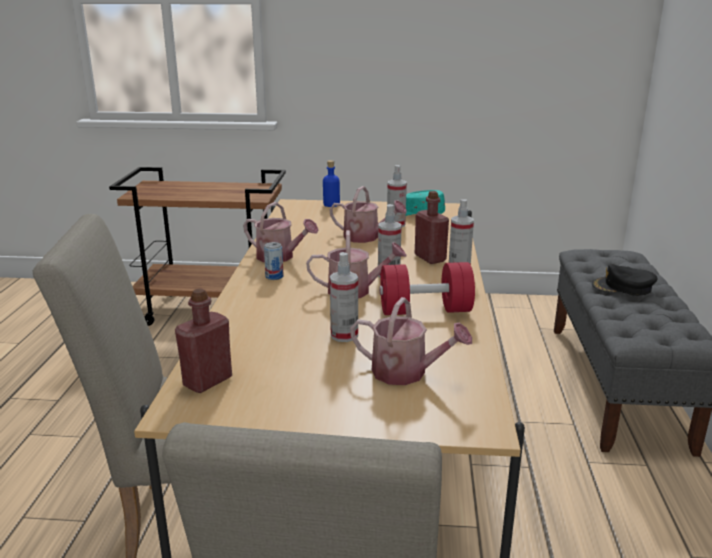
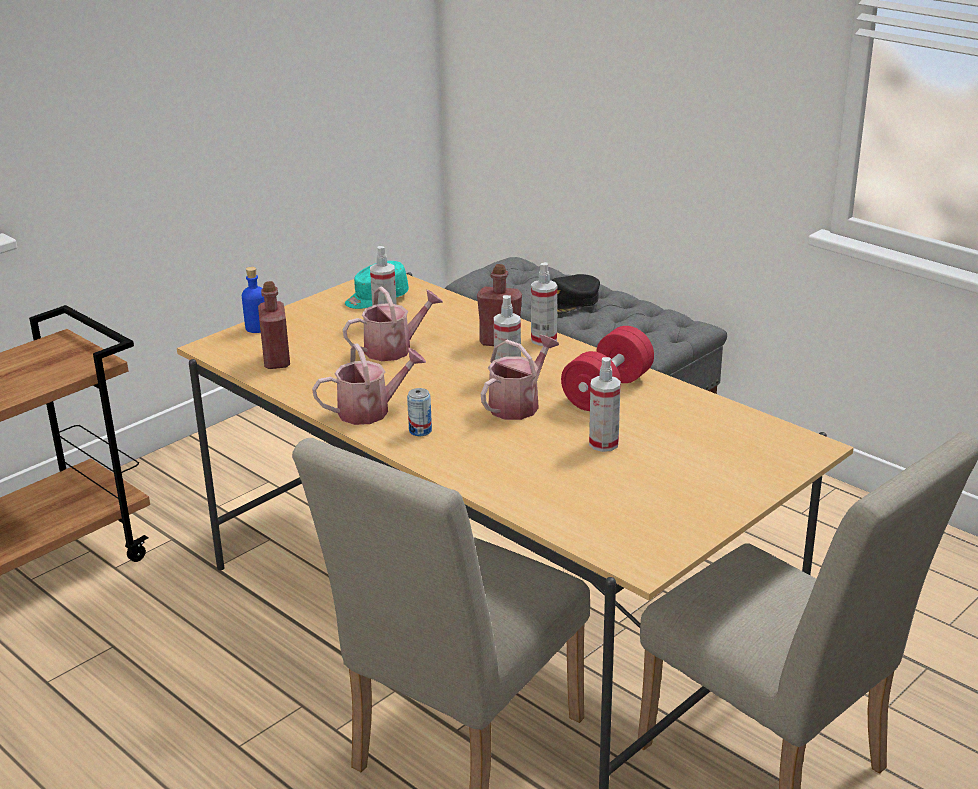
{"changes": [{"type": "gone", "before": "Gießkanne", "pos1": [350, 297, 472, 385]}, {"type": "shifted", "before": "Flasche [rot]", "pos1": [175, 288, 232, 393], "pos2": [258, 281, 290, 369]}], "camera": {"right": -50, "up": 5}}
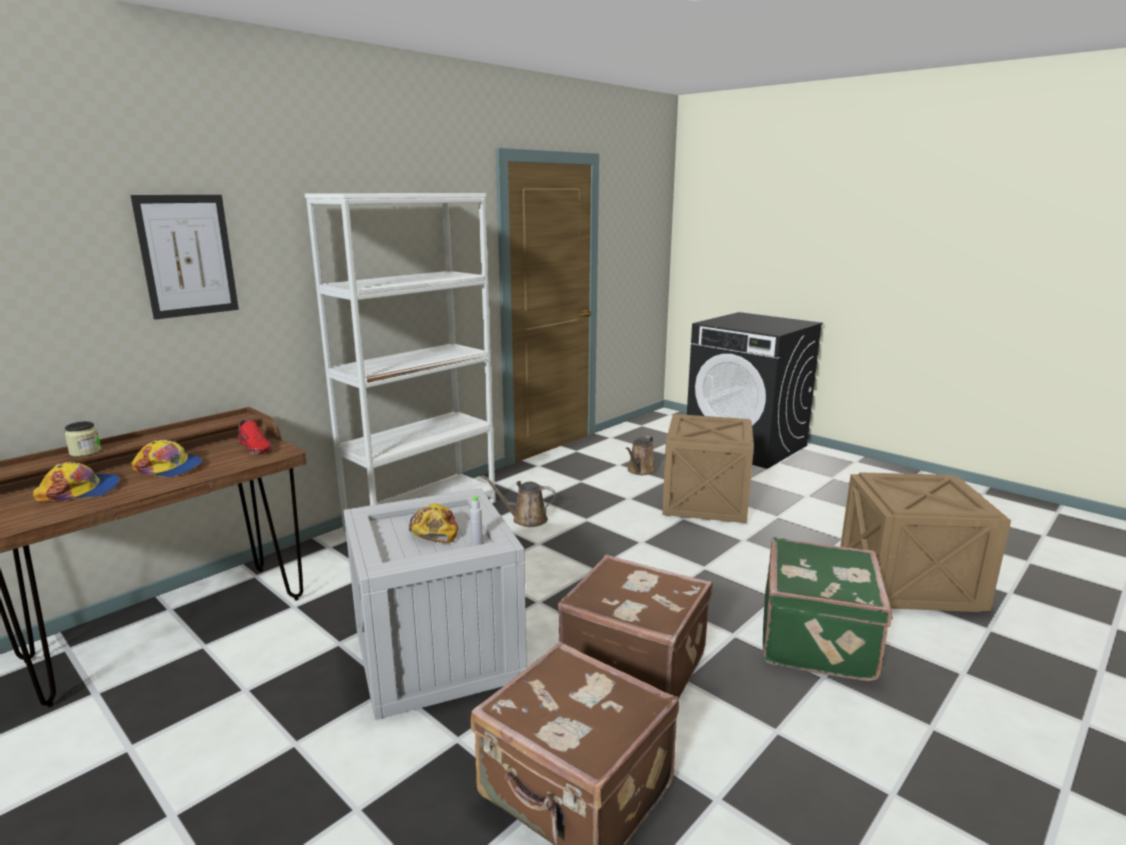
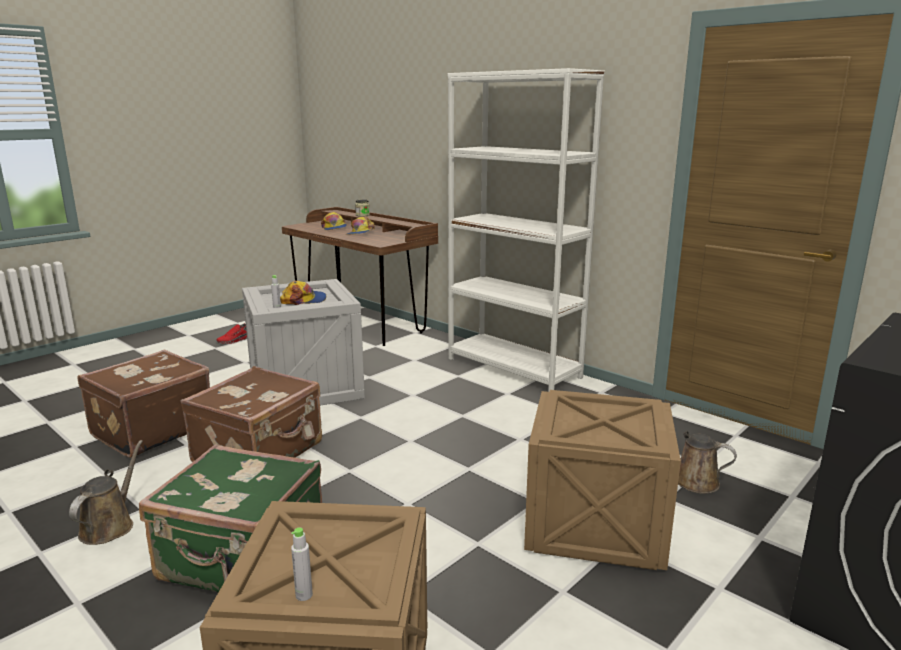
{"changes": [{"type": "gone", "before": "Bild", "pos1": [130, 195, 239, 320]}, {"type": "new", "after": "Flasche [grau]", "pos2": [291, 527, 313, 601]}, {"type": "shifted", "before": "Schuh [rot]", "pos1": [238, 420, 273, 454], "pos2": [216, 323, 247, 344]}, {"type": "shifted", "before": "Gießkanne [braun]", "pos1": [482, 475, 556, 527], "pos2": [69, 440, 143, 545]}], "camera": {"right": 90, "up": 0}}
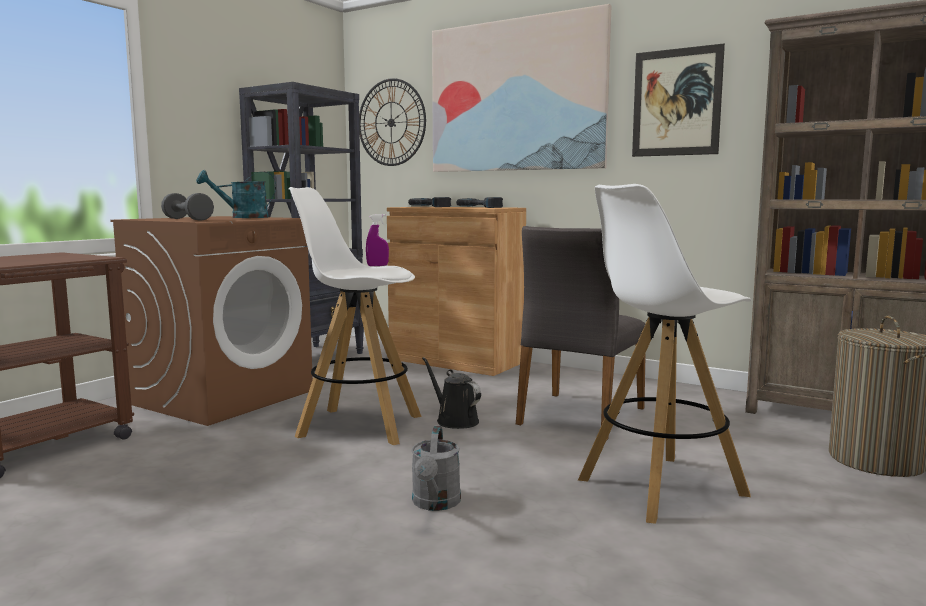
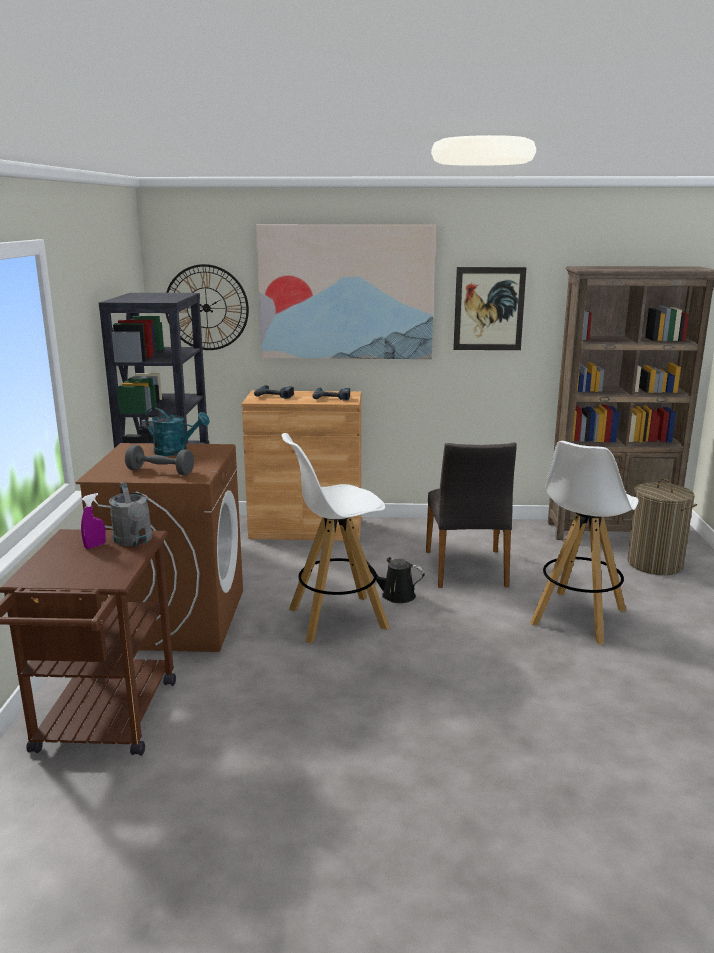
{"changes": [{"type": "shifted", "before": "Sprühflasche [lila]", "pos1": [366, 214, 389, 266], "pos2": [81, 493, 106, 549]}, {"type": "shifted", "before": "Gießkanne [grau]", "pos1": [411, 426, 461, 511], "pos2": [109, 482, 152, 546]}, {"type": "rotated", "before": "Gießkanne [türkis]", "pos1": [196, 170, 276, 218], "pos2": [145, 408, 210, 456], "turn": -105}], "camera": {"right": -30, "up": 10}}
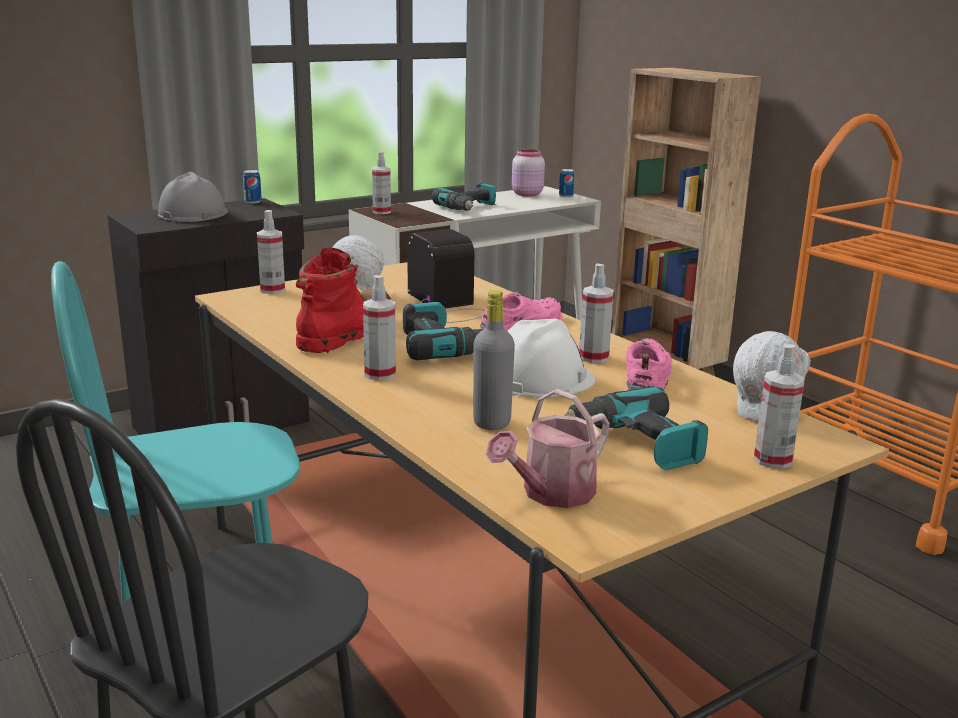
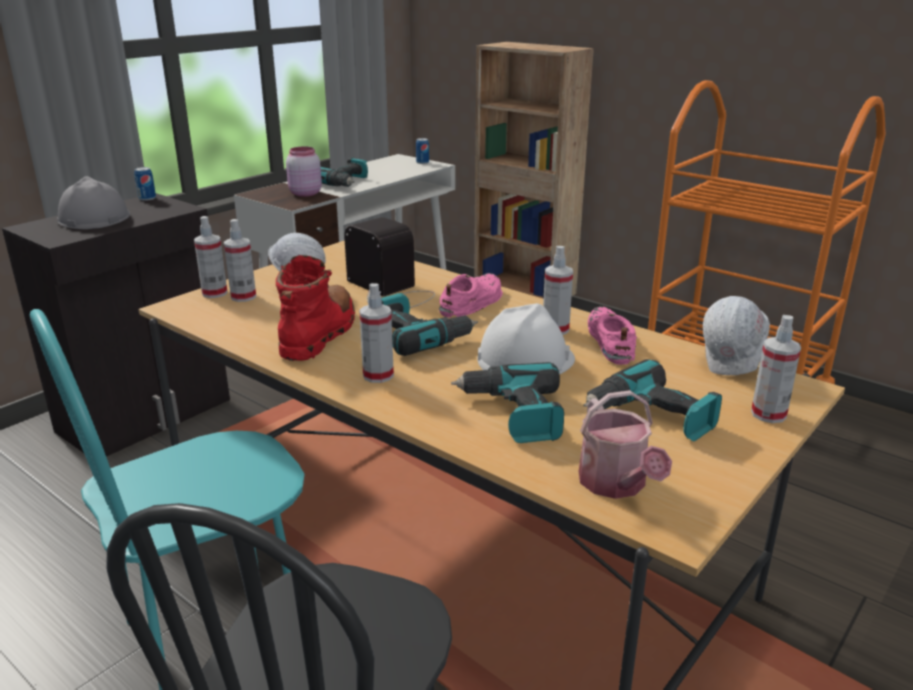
{"changes": [{"type": "shifted", "before": "Sprühflasche", "pos1": [372, 152, 391, 214], "pos2": [224, 219, 256, 302]}, {"type": "shifted", "before": "Vorratsglas [rosa]", "pos1": [512, 149, 545, 196], "pos2": [286, 147, 322, 197]}, {"type": "swapped", "before": "Flasche [grau]", "after": "Bohrmaschine", "pos1": [473, 290, 515, 430], "pos2": [451, 362, 564, 443]}, {"type": "rotated", "before": "Gießkanne", "pos1": [486, 389, 610, 508], "pos2": [579, 390, 672, 499], "turn": -45}], "camera": {"right": -15, "up": 5}}
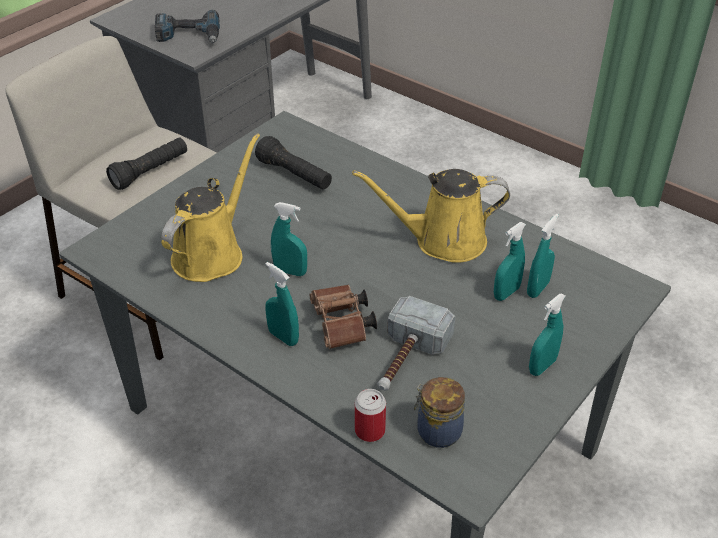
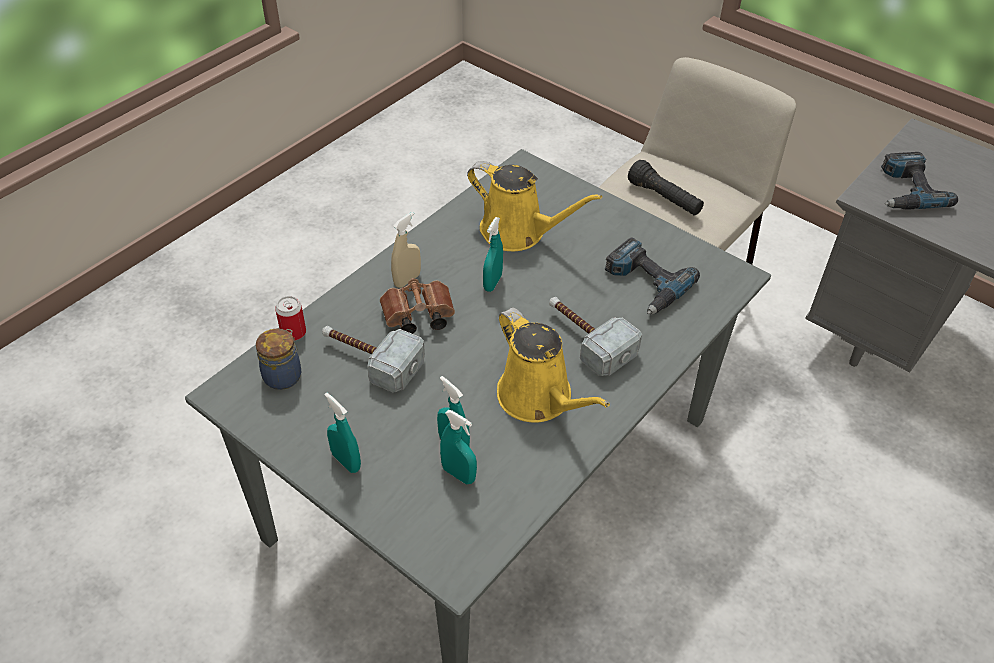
{"changes": [{"type": "new", "after": "Hammer", "pos2": [549, 297, 642, 376]}, {"type": "swapped", "before": "Taschenlampe [schwarz]", "after": "Bohrmaschine", "pos1": [255, 136, 332, 190], "pos2": [604, 237, 700, 315]}, {"type": "repainted", "before": "Sprühflasche [türkis]", "after": "Sprühflasche [beige]", "pos1": [265, 262, 299, 346], "pos2": [391, 212, 421, 288]}, {"type": "rotated", "before": "Gießkanne [gelb]", "pos1": [352, 169, 510, 263], "pos2": [497, 308, 610, 423], "turn": 150}], "camera": {"right": 90, "up": 5}}
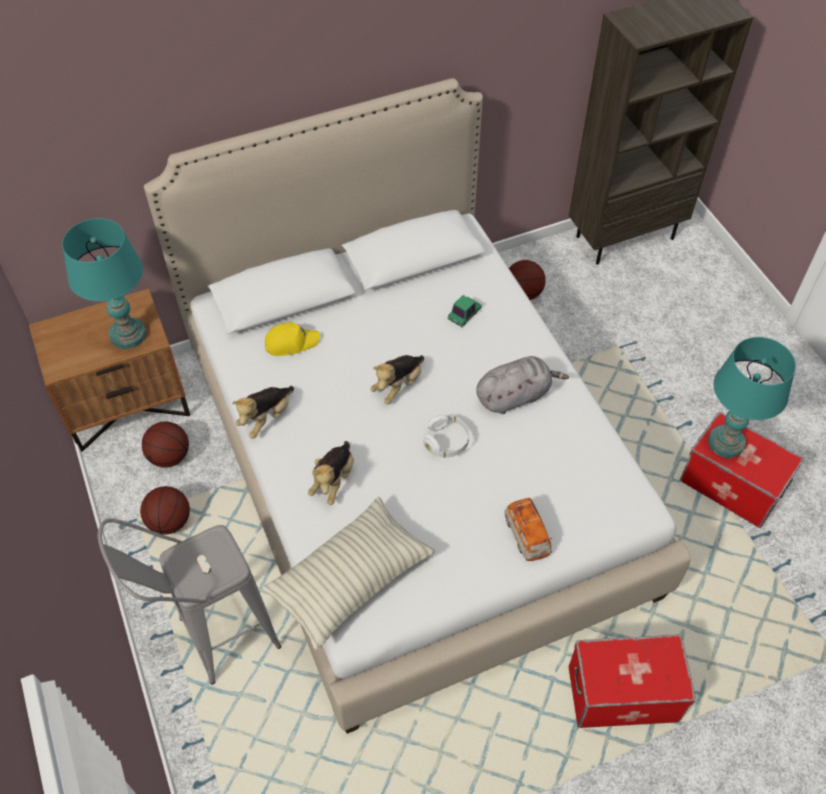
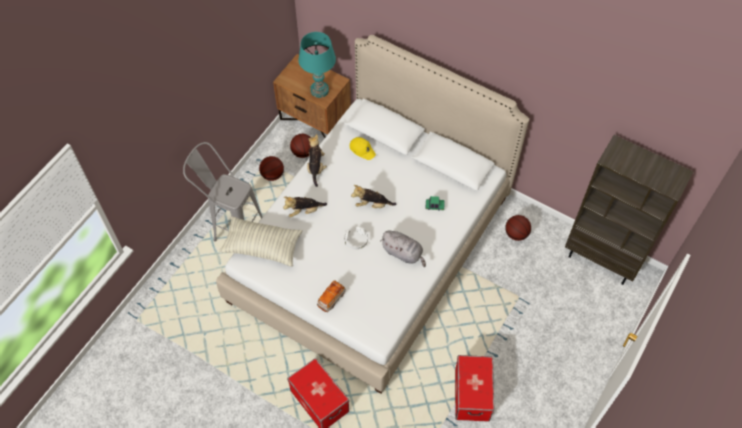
{"changes": [{"type": "gone", "before": "Tischlampe [türkis]", "pos1": [708, 337, 796, 458]}, {"type": "rotated", "before": "Plüschtier", "pos1": [232, 386, 294, 439], "pos2": [307, 134, 327, 187], "turn": 90}], "camera": {"right": 55, "up": 5}}
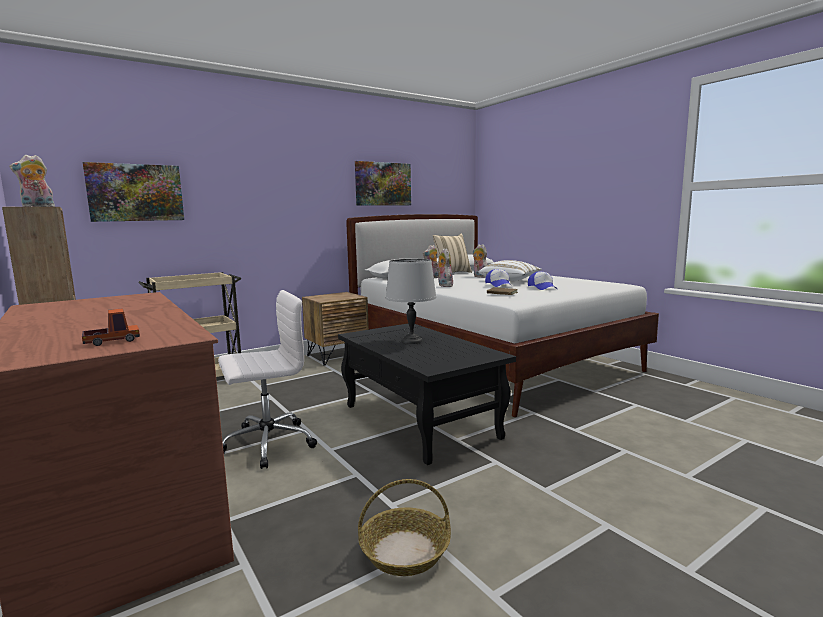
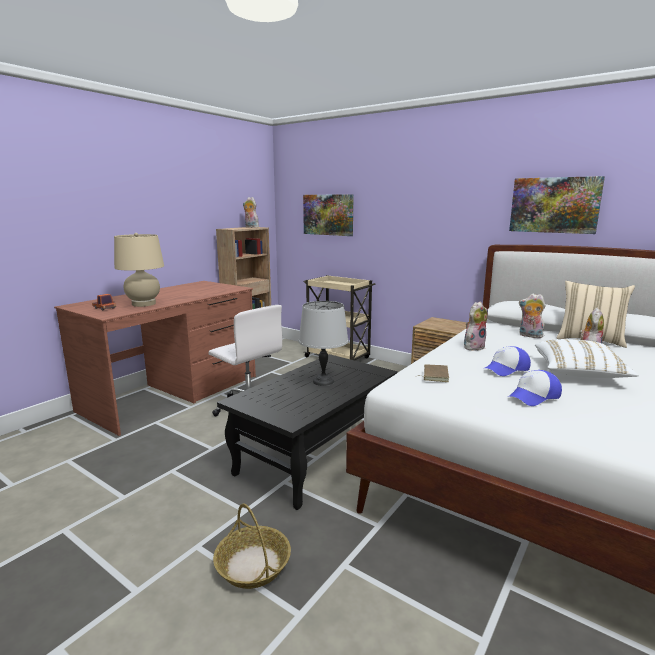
{"changes": [{"type": "new", "after": "Tischlampe [beige]", "pos2": [114, 233, 164, 307]}, {"type": "shifted", "before": "Korb", "pos1": [358, 479, 451, 576], "pos2": [213, 504, 291, 589]}], "camera": {"right": 70, "up": 5}}
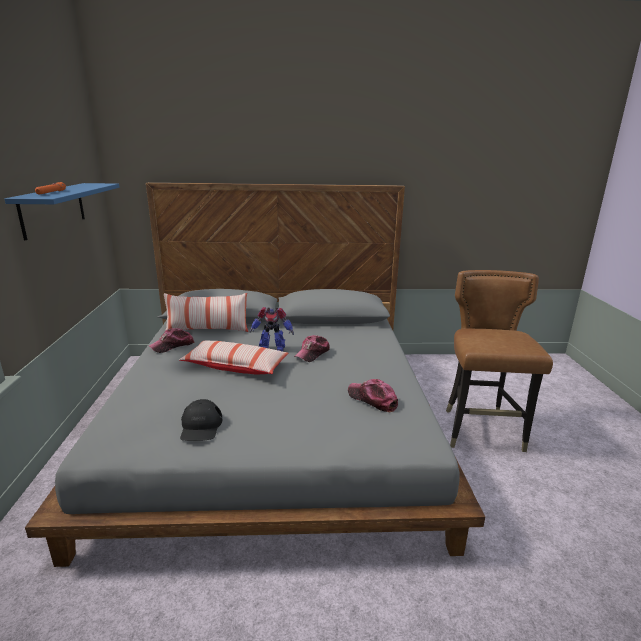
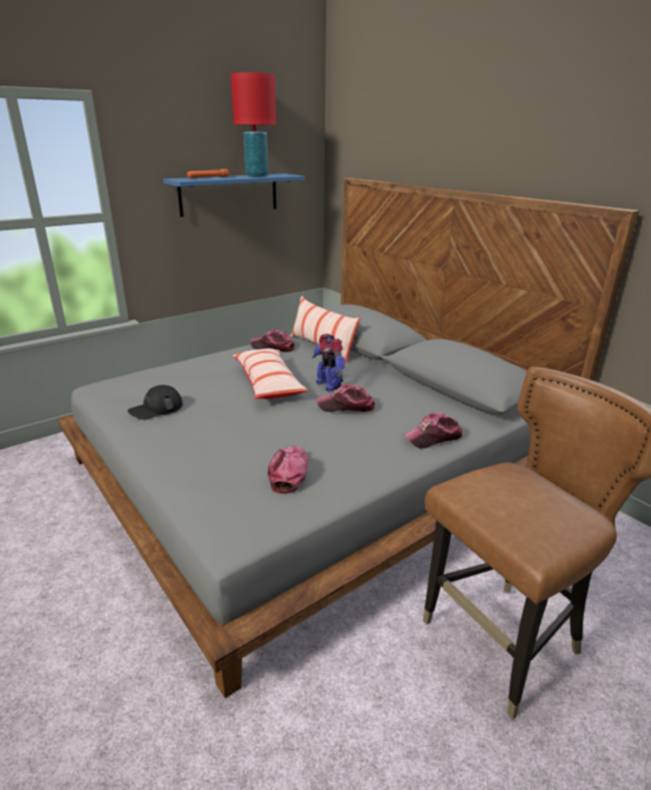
{"changes": [{"type": "new", "after": "Tischlampe [rot]", "pos2": [230, 72, 276, 177]}, {"type": "new", "after": "Kappe", "pos2": [403, 413, 463, 449]}], "camera": {"right": 55, "up": 5}}
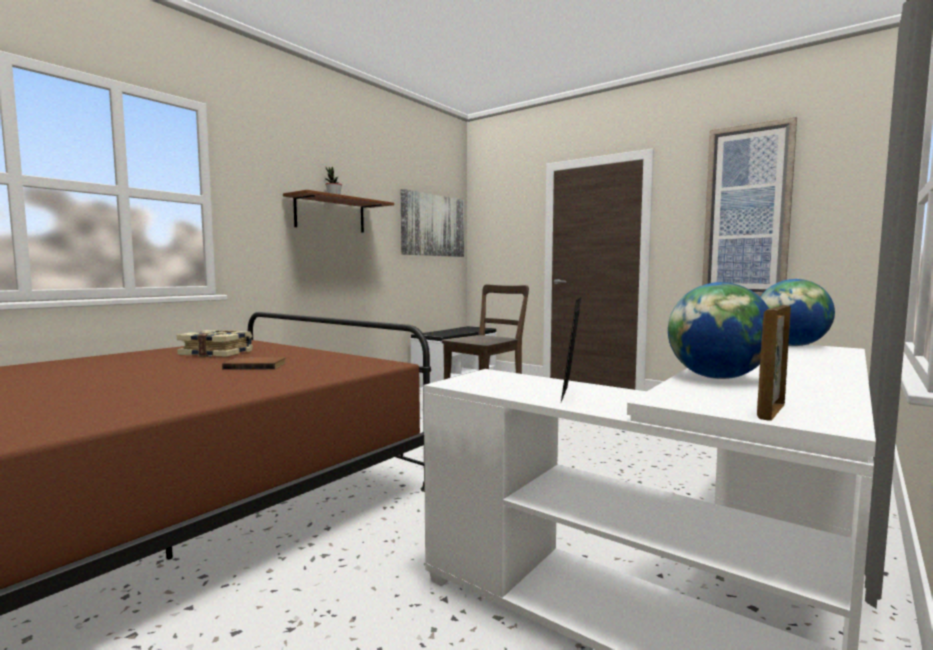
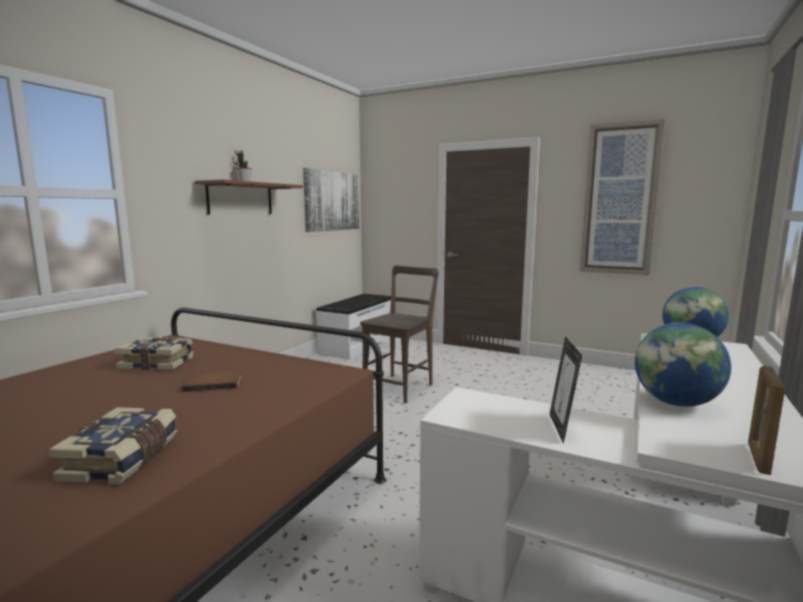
{"changes": [{"type": "new", "after": "Buch", "pos2": [49, 407, 177, 485]}], "camera": {"right": -10, "up": 5}}
